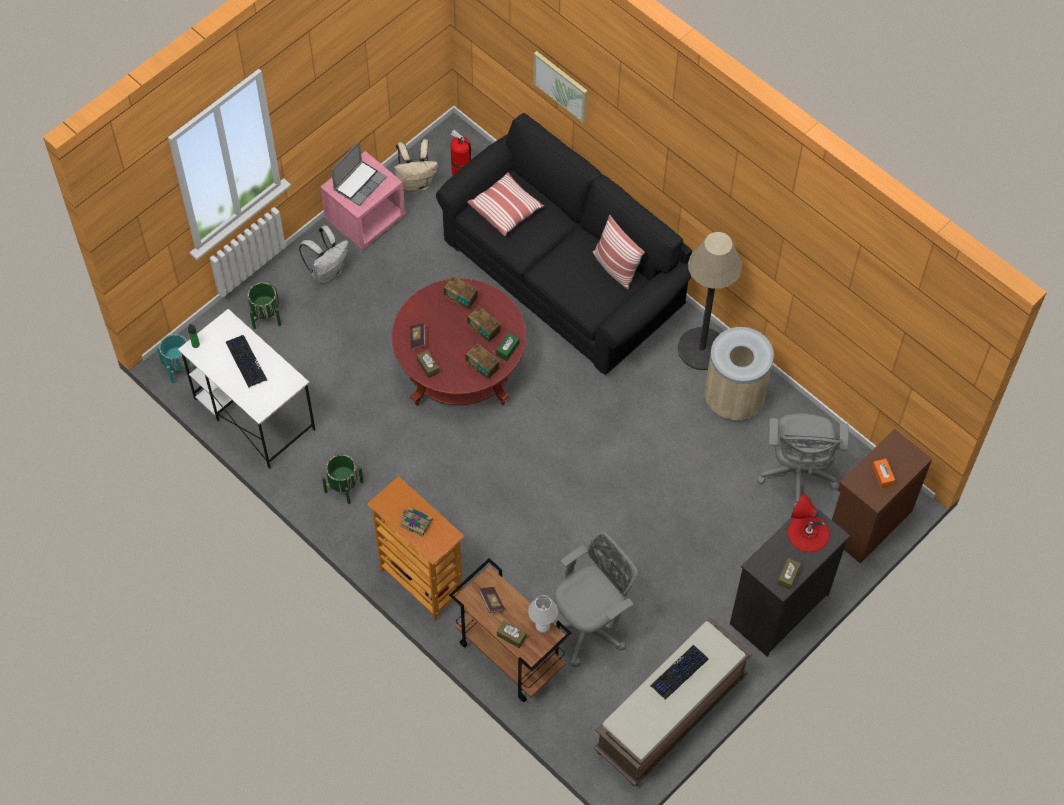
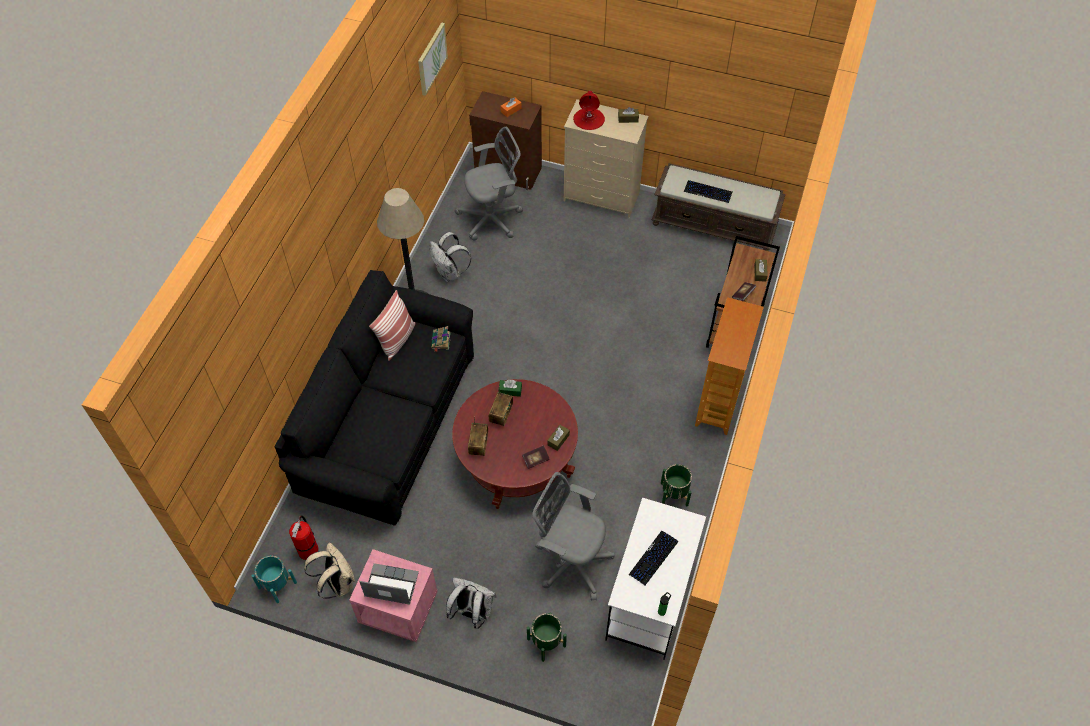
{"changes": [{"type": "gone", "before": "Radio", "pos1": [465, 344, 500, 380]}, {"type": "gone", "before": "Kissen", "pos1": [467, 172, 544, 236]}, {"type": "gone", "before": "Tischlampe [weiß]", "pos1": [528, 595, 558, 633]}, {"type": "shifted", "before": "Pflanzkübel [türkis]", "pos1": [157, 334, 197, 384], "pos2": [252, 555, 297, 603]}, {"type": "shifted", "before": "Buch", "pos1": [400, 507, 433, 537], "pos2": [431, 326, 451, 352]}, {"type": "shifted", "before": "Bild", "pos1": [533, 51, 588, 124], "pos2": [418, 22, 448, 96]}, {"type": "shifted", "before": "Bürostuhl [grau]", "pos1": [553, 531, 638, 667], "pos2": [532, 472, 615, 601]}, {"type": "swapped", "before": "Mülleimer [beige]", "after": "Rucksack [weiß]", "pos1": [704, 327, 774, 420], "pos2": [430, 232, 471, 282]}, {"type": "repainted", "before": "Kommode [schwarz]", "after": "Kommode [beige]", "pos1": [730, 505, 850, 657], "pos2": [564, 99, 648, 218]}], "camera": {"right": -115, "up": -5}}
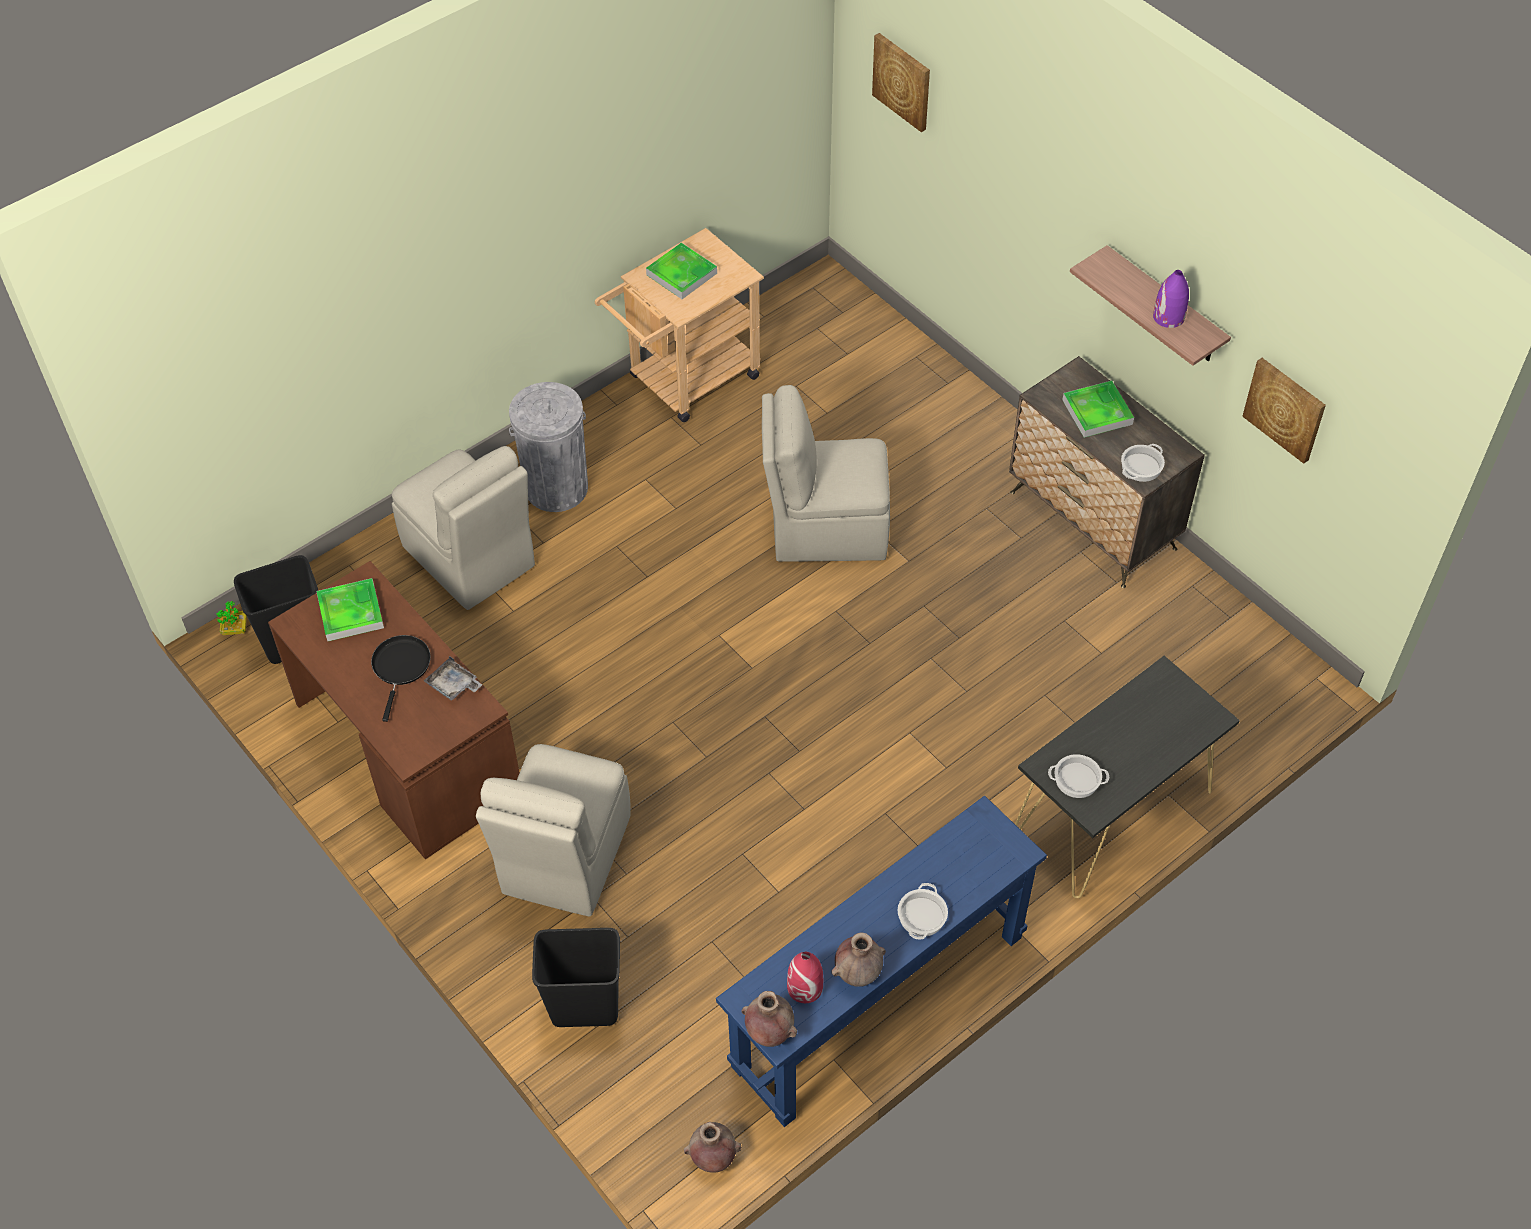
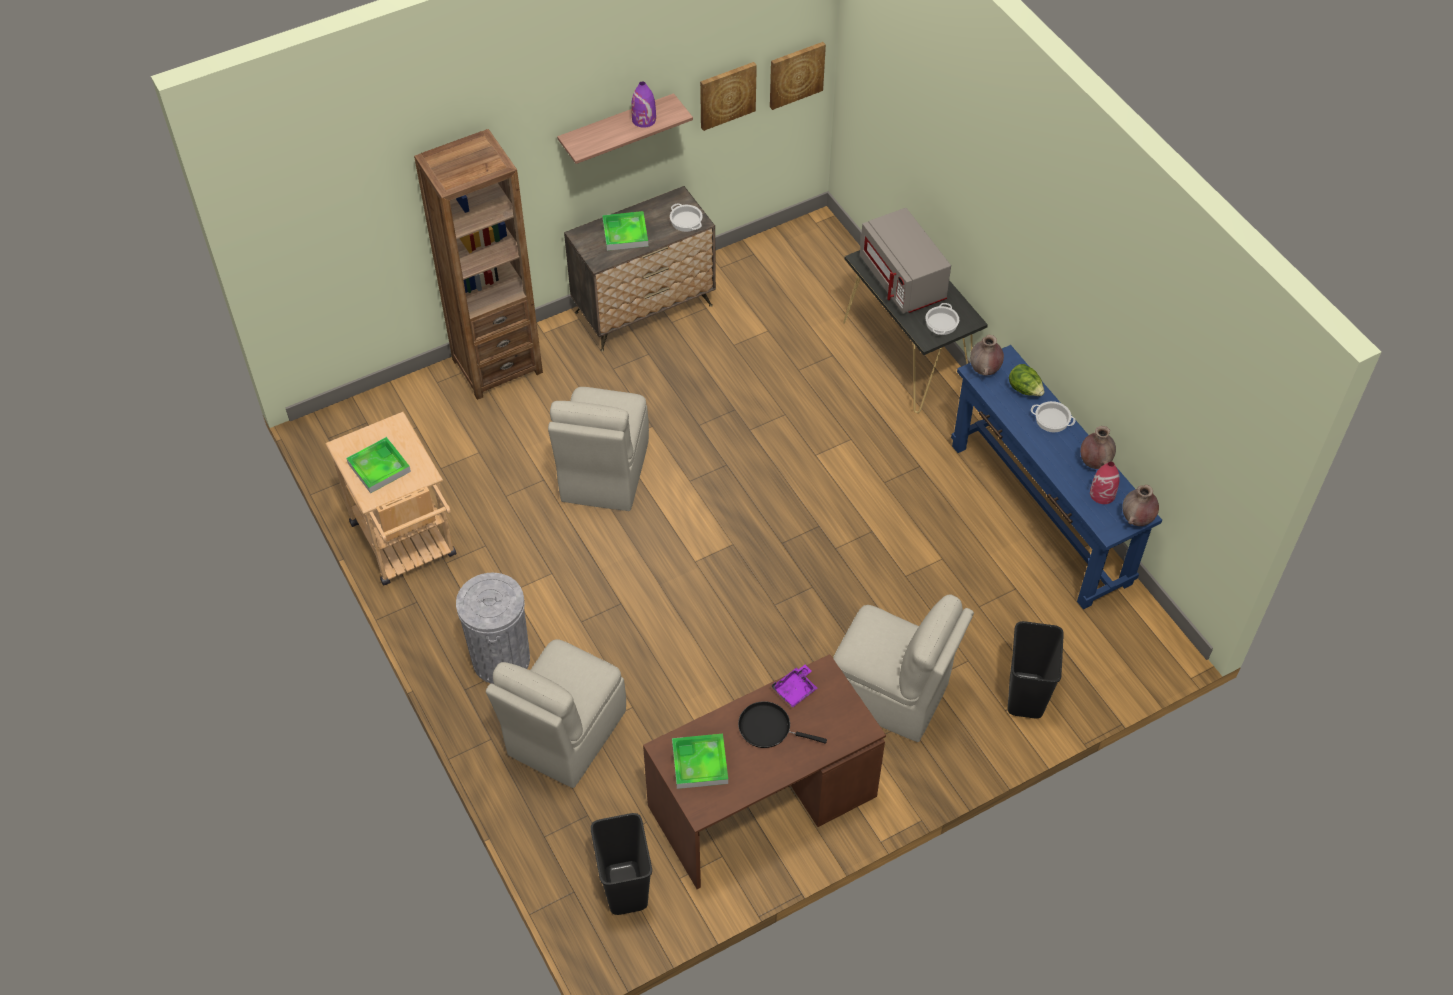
{"changes": [{"type": "gone", "before": "Topfpflanze", "pos1": [217, 601, 247, 635]}, {"type": "new", "after": "Bücherregal [braun]", "pos2": [414, 129, 543, 400]}, {"type": "new", "after": "Mikrowelle [grau]", "pos2": [860, 208, 951, 314]}, {"type": "new", "after": "Salatkopf", "pos2": [1009, 364, 1045, 396]}, {"type": "shifted", "before": "Vase [braun]", "pos1": [684, 1122, 742, 1173], "pos2": [970, 335, 1004, 376]}, {"type": "shifted", "before": "Bild", "pos1": [872, 33, 930, 132], "pos2": [770, 42, 826, 110]}, {"type": "repainted", "before": "Tablett [grau]", "after": "Tablett [lila]", "pos1": [424, 656, 482, 701], "pos2": [772, 665, 817, 708]}, {"type": "rotated", "before": "Stuhl [beige]", "pos1": [392, 446, 535, 610], "pos2": [486, 639, 626, 788], "turn": 150}], "camera": {"right": -80, "up": 0}}
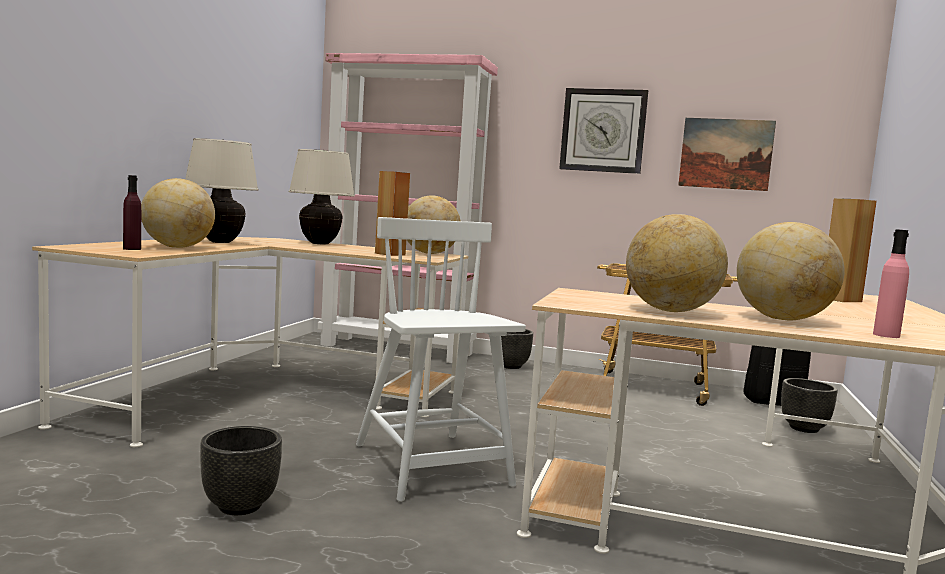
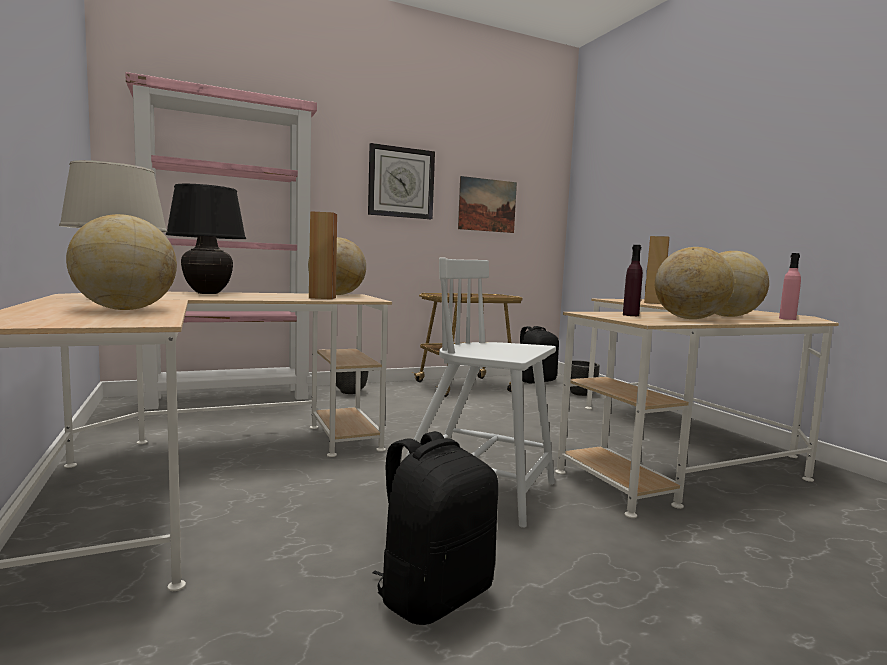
{"changes": [{"type": "shifted", "before": "Flasche [lila]", "pos1": [123, 175, 141, 250], "pos2": [623, 245, 643, 316]}, {"type": "swapped", "before": "Pflanzkübel [schwarz]", "after": "Rucksack [schwarz]", "pos1": [200, 426, 282, 515], "pos2": [372, 431, 498, 625]}, {"type": "repainted", "before": "Tischlampe [beige]", "after": "Tischlampe [schwarz]", "pos1": [289, 149, 355, 244], "pos2": [166, 184, 246, 294]}], "camera": {"right": -40, "up": 0}}
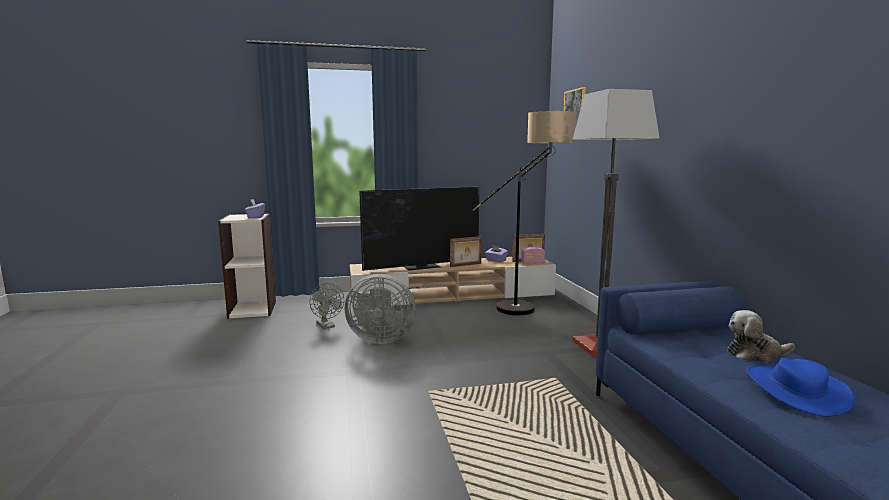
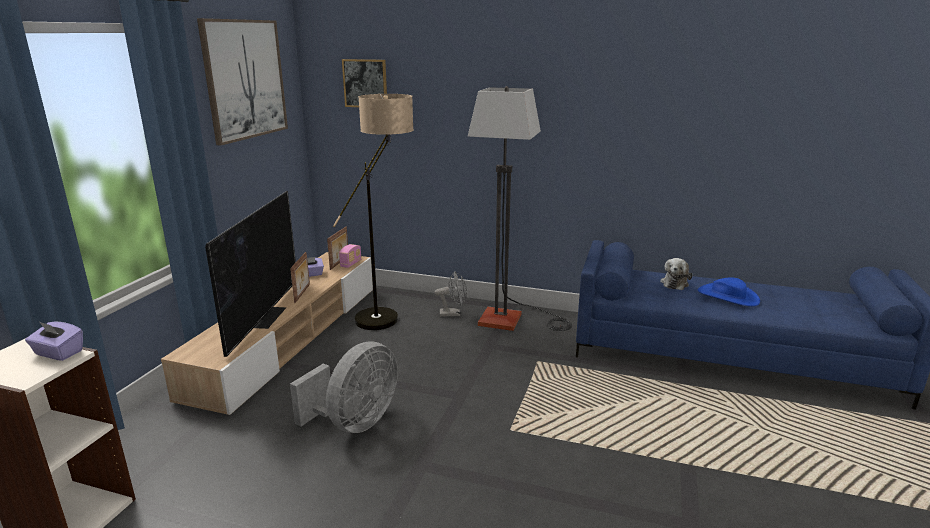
{"changes": [{"type": "new", "after": "Bild", "pos2": [197, 18, 288, 146]}, {"type": "shifted", "before": "Ventilator [grau]", "pos1": [310, 283, 344, 329], "pos2": [435, 271, 467, 317]}], "camera": {"right": -60, "up": 10}}
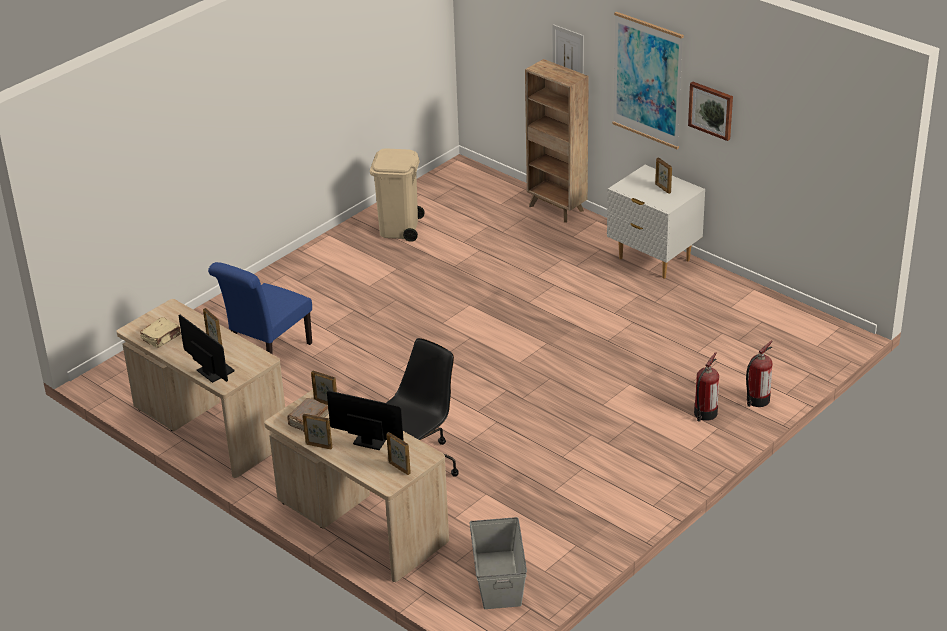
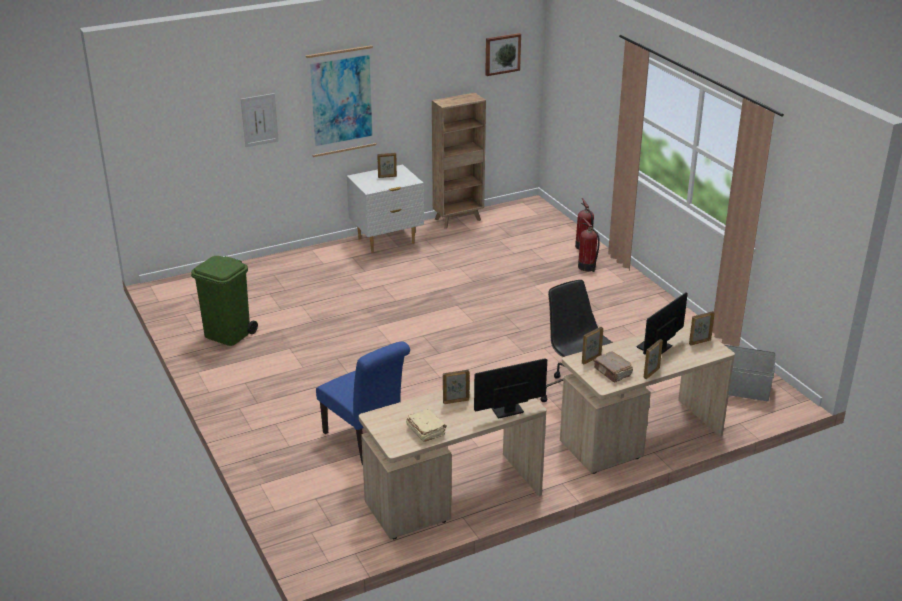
{"changes": [{"type": "shifted", "before": "Bücherregal [braun]", "pos1": [525, 59, 589, 223], "pos2": [432, 93, 486, 229]}, {"type": "shifted", "before": "Bild", "pos1": [688, 82, 733, 141], "pos2": [485, 33, 521, 76]}, {"type": "repainted", "before": "Mülleimer [beige]", "after": "Mülleimer [grün]", "pos1": [370, 148, 425, 242], "pos2": [191, 256, 258, 346]}], "camera": {"right": -70, "up": -5}}
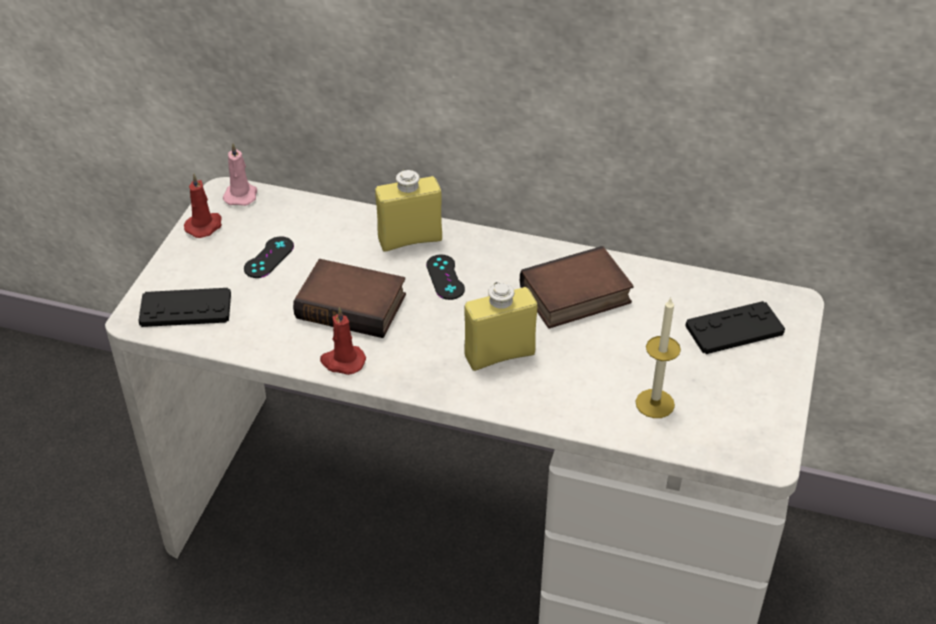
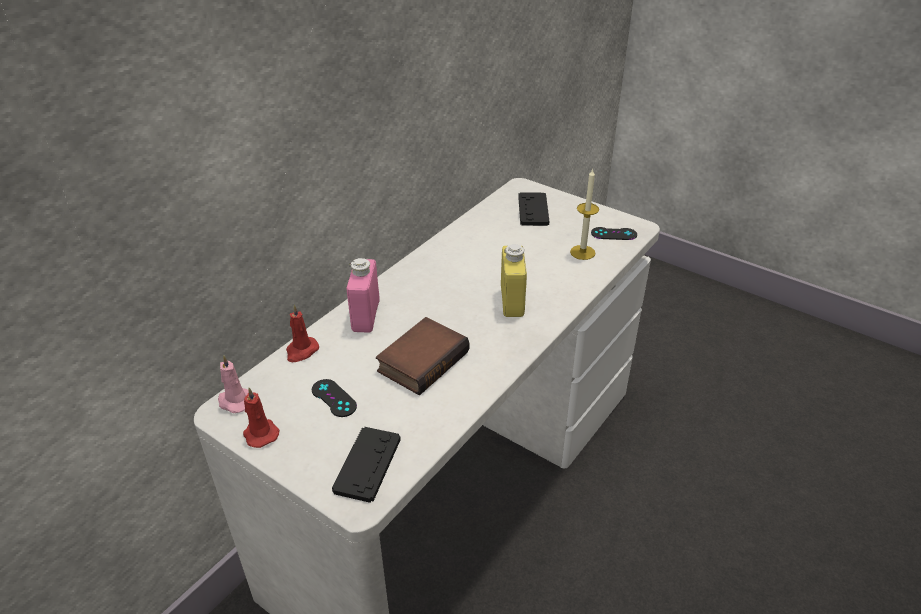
{"changes": [{"type": "gone", "before": "Buch", "pos1": [520, 246, 634, 329]}, {"type": "shifted", "before": "Kerze [rot]", "pos1": [320, 307, 366, 375], "pos2": [286, 305, 319, 362]}, {"type": "shifted", "before": "Gamepad [schwarz]", "pos1": [426, 254, 465, 300], "pos2": [591, 227, 637, 240]}, {"type": "repainted", "before": "Flasche [gelb]", "after": "Flasche [rosa]", "pos1": [375, 169, 442, 252], "pos2": [347, 258, 380, 333]}], "camera": {"right": -70, "up": -5}}
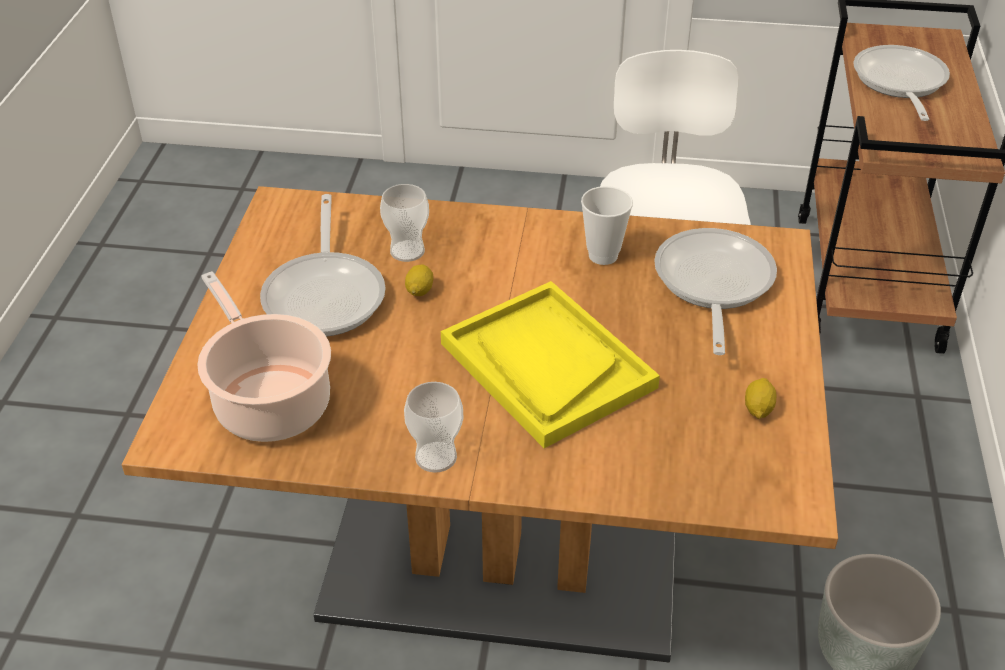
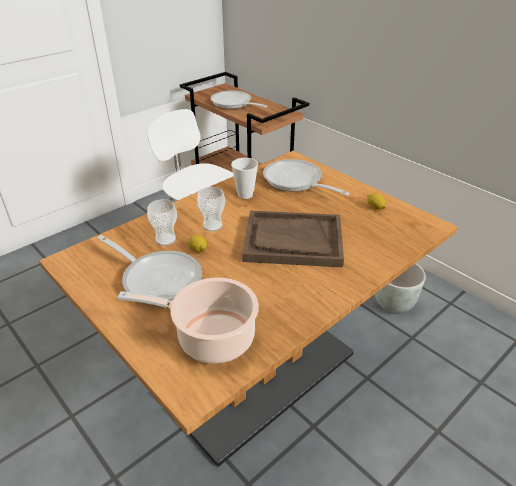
{"changes": [{"type": "shifted", "before": "Tasse", "pos1": [404, 382, 463, 473], "pos2": [197, 187, 225, 232]}, {"type": "repainted", "before": "Tablett [gelb]", "after": "Tablett [braun]", "pos1": [441, 281, 660, 448], "pos2": [242, 211, 344, 267]}], "camera": {"right": -50, "up": -5}}
